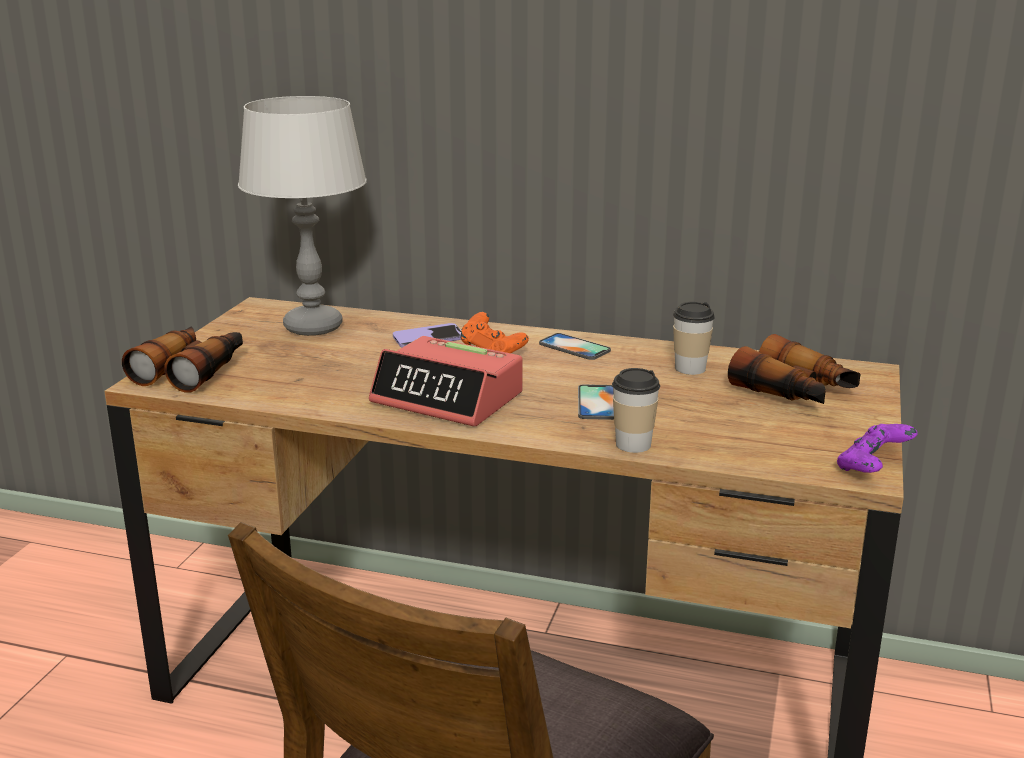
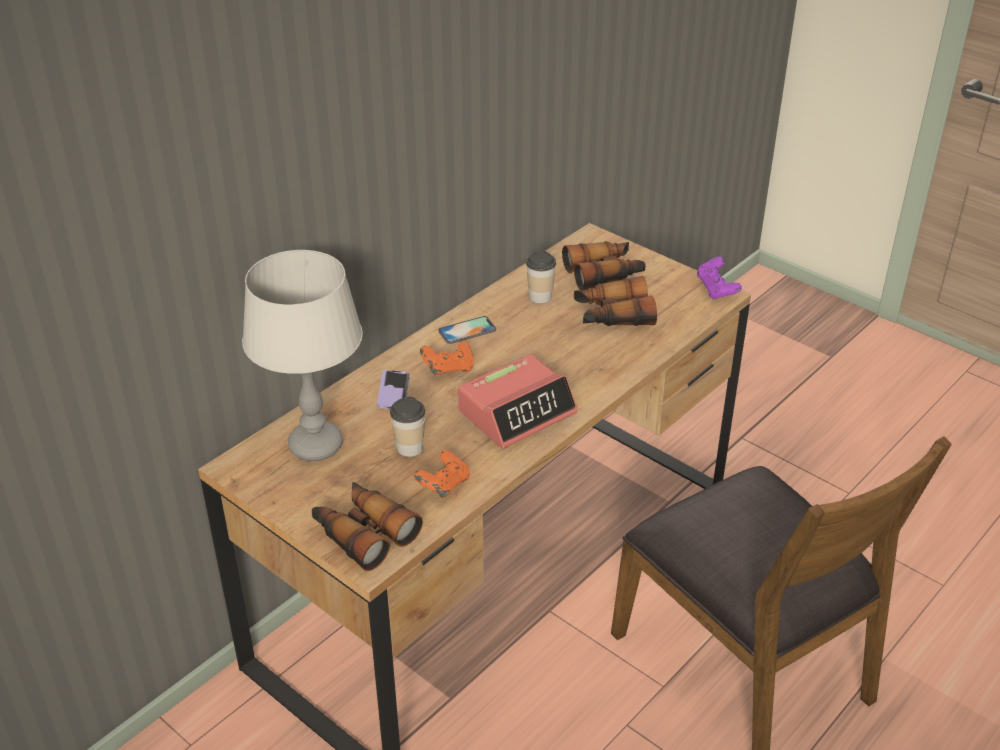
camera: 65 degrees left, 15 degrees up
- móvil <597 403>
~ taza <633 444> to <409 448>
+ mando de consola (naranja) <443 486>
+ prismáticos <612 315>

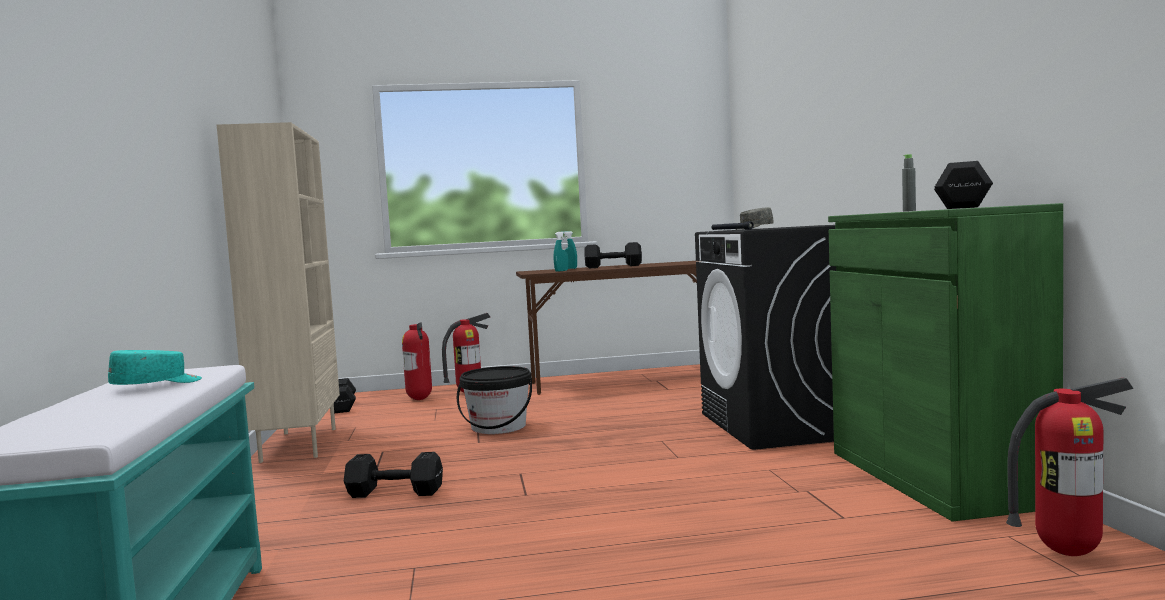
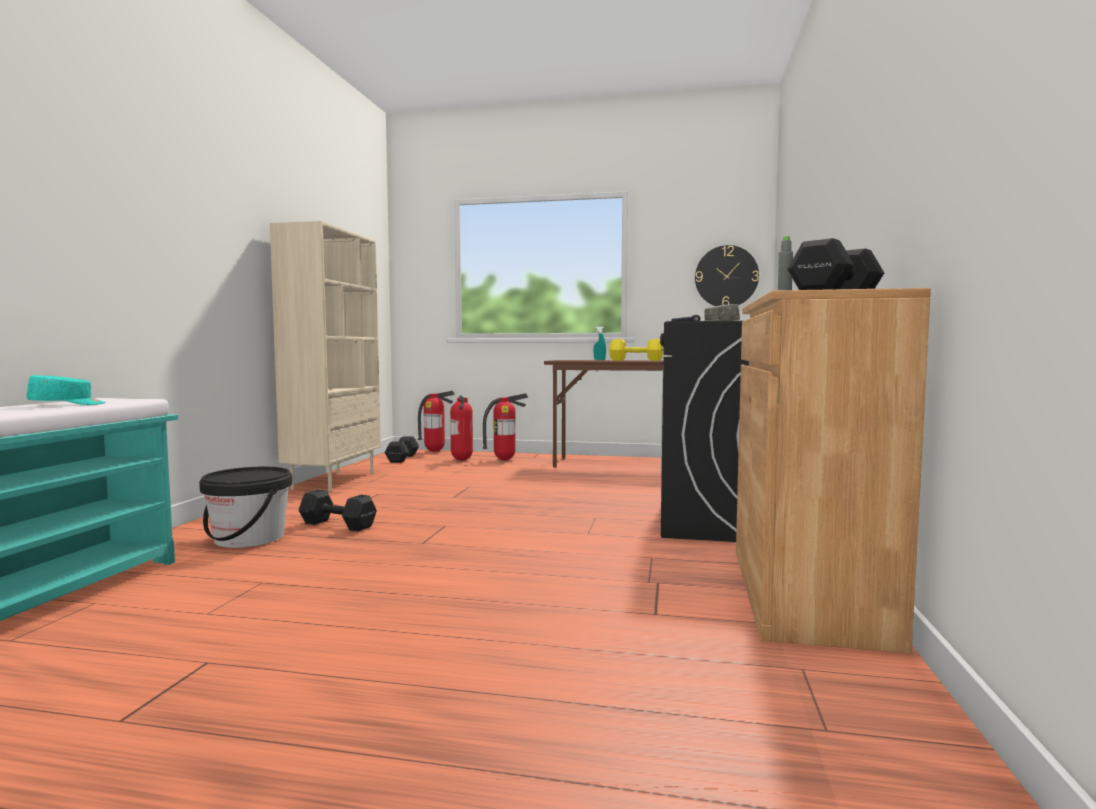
camera: 20 degrees right, 0 degrees up
~ cubo (negro) <498 427> to <249 538>
- pulverizador (turquesa) <561 271>
~ mancuerna (negro) <612 266> to mancuerna (amarillo) <635 360>
~ armario (verde) <934 477> to armario (marrón) <806 594>
~ extintor <1067 552> to <435 451>
+ reloj de pared <726 276>

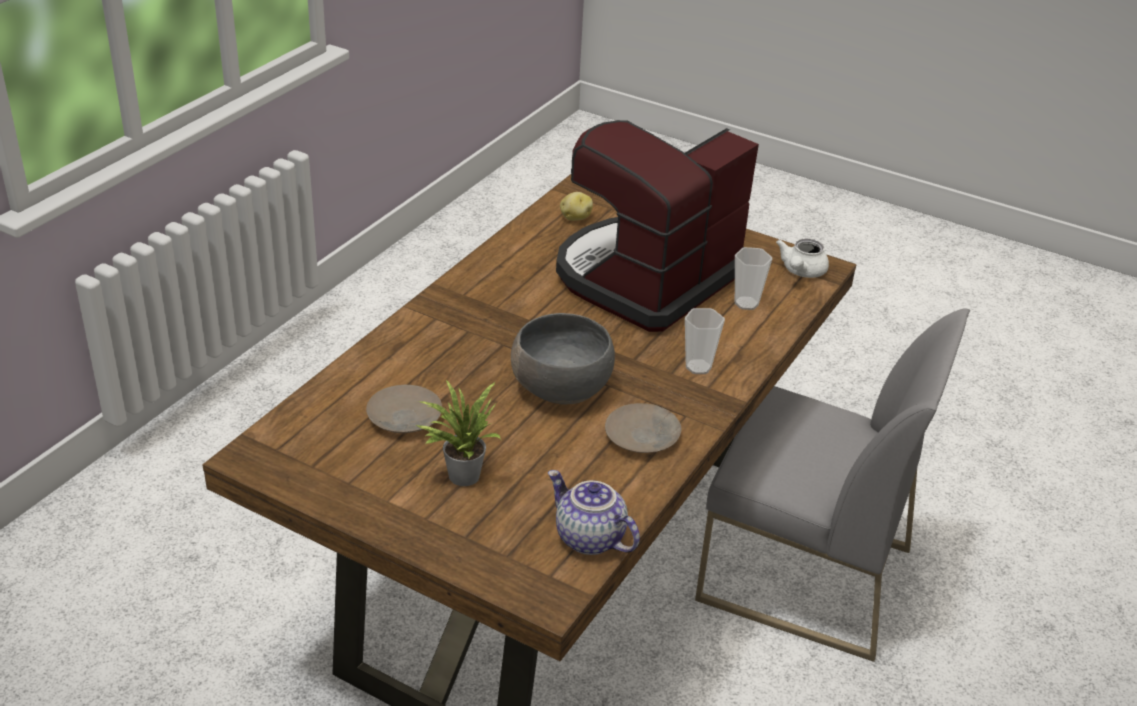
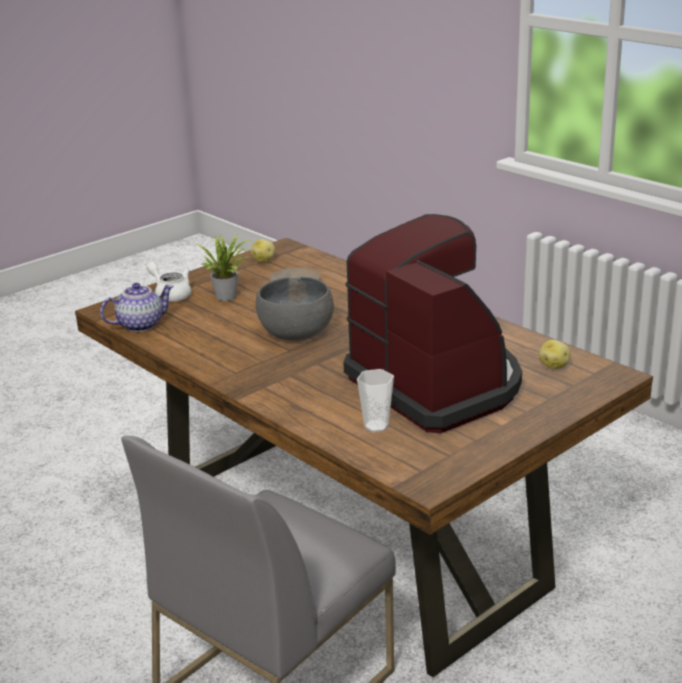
camera: 110 degrees right, 10 degrees down
- plato (beis) <643 436>
- taza <698 367>
~ tetera (blanco) <801 272> to <170 295>
+ patata <264 260>

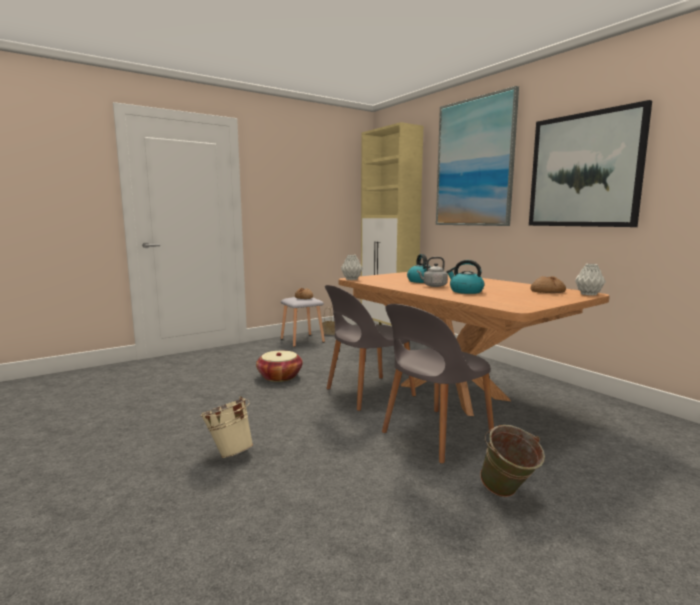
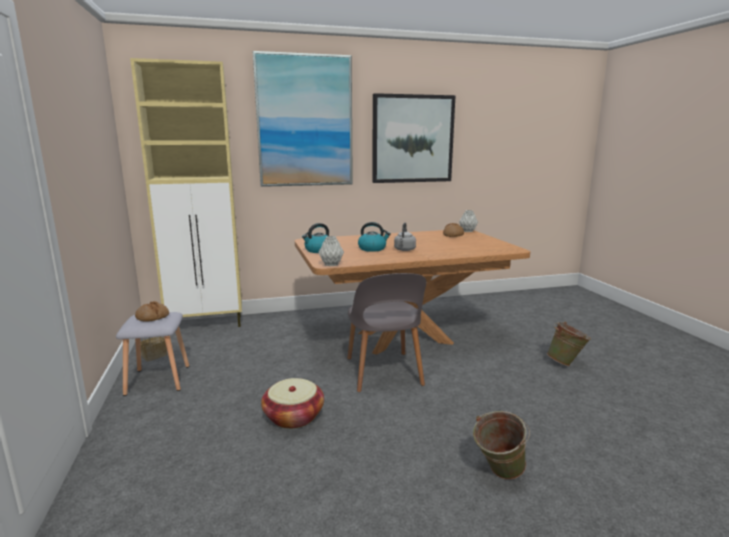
camera: 70 degrees left, 5 degrees up
~ cubo (beis) <229 452> to cubo (verde) <498 474>
- silla (gris) <435 435>
~ hervidor <465 291> to <318 250>

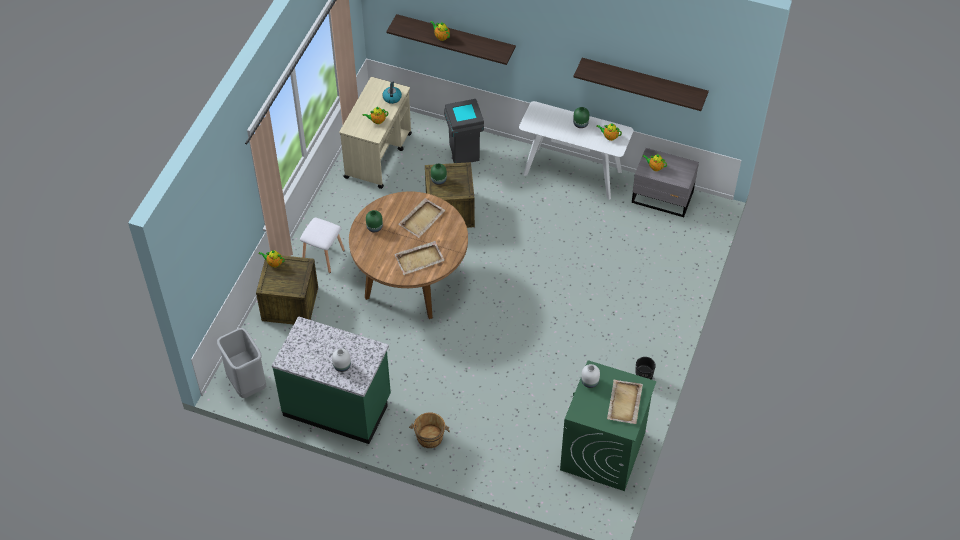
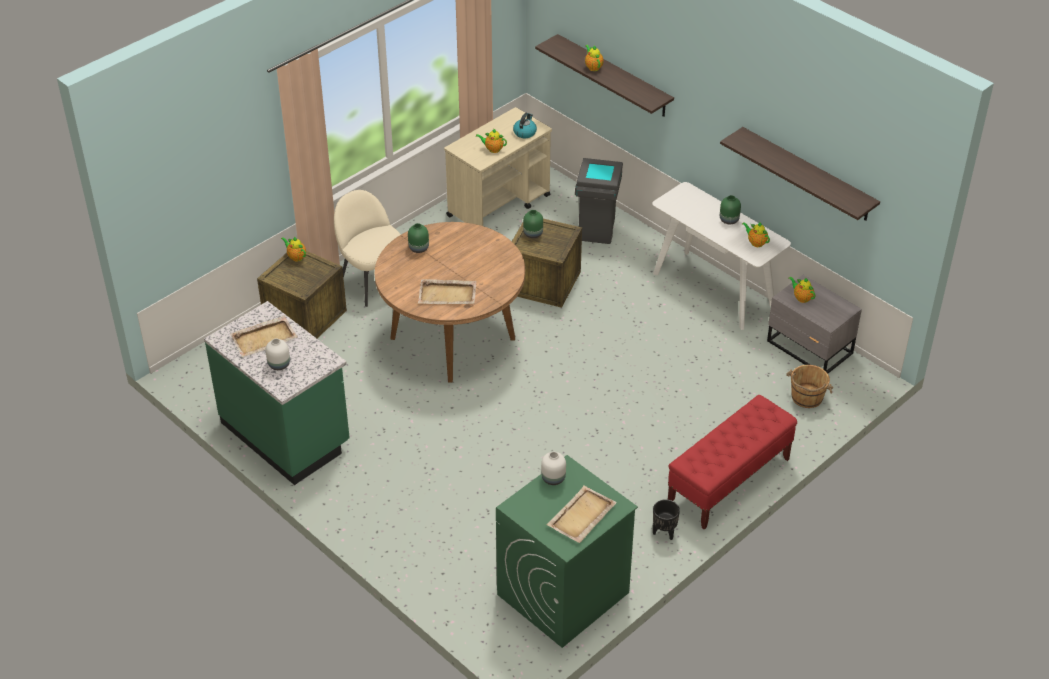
camera: 25 degrees right, 10 degrees down
- papelera (gris) <246 384>
~ taburete (blanco) <323 255> to silla (beis) <373 282>
~ bandeja (beis) <422 218> to <264 338>
~ cubo (marrón) <429 438> to <806 397>
+ banco (rojo) <728 481>

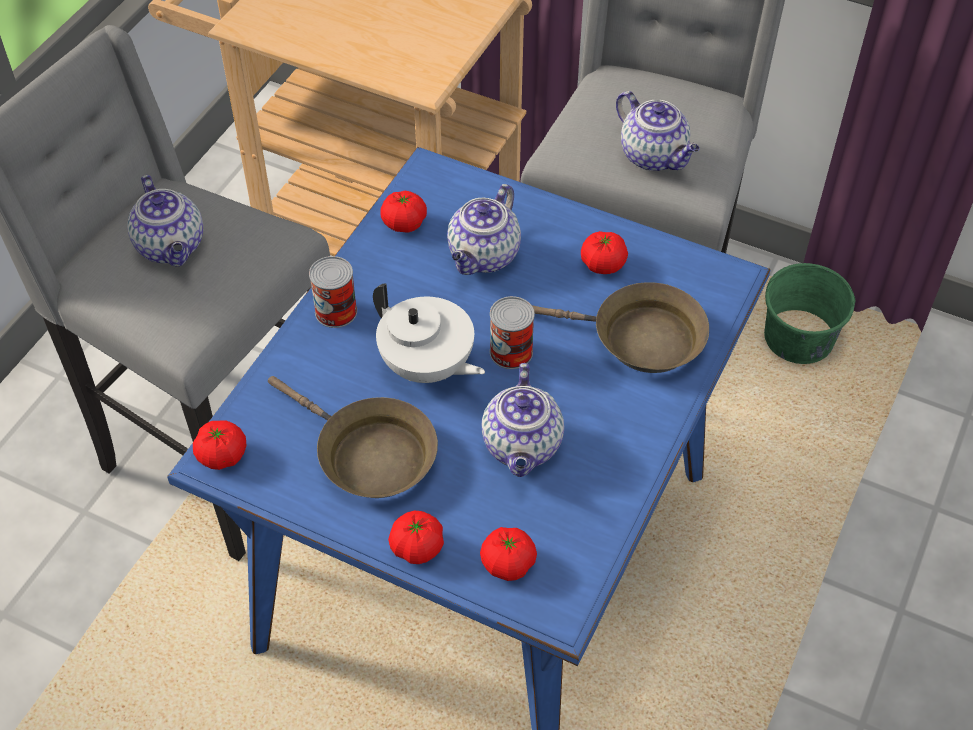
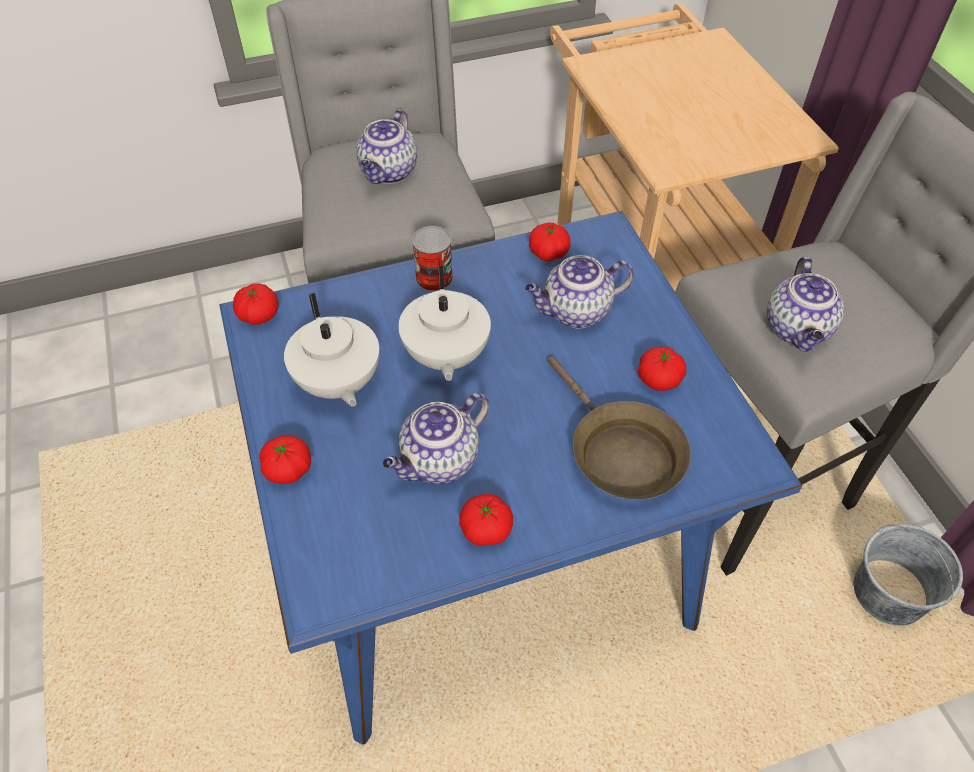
camera: 45 degrees right, 0 degrees up
~ sartén (marrón) <368 454> to tetera (blanco) <338 383>
~ tomate <508 563> to <486 529>
- lata <511 352>
~ cubo (verde) <799 338> to cubo (gris) <889 593>

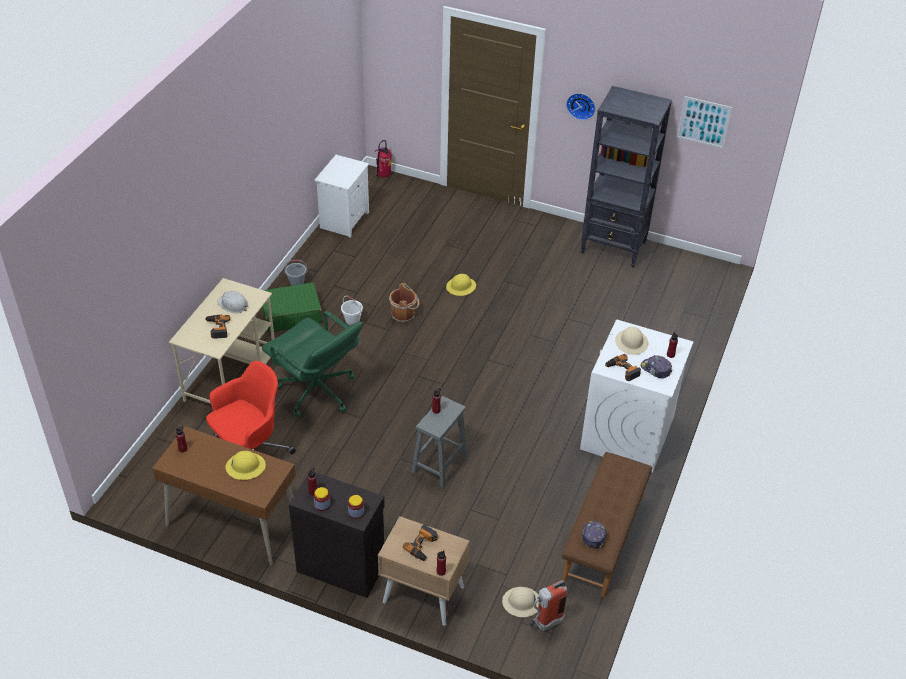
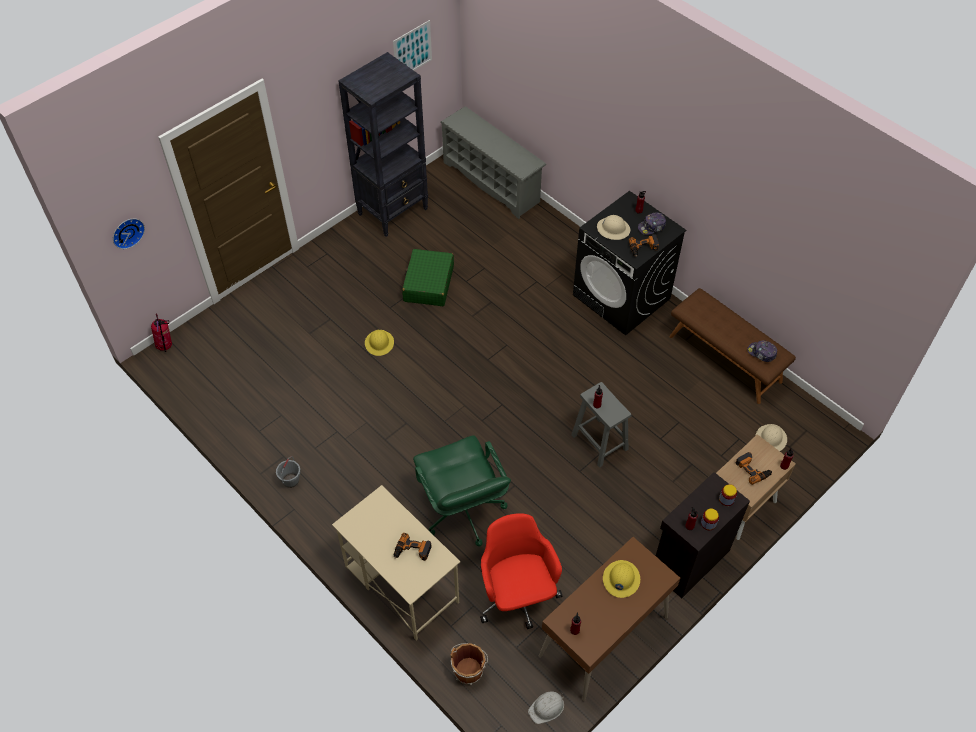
camera: 65 degrees left, 10 degrees up
~ casco (blanco) <233 304> to <547 708>
~ maleta (verde) <291 314> to <428 284>
~ silla de oficina (verde) <317 392> = <462 512> 90 degrees clockwise
- mesita de noche (blanco) <344 220>
- cubo (blanco) <352 320>
~ cubo (marrón) <404 315> to <469 669>
- extintor <544 624>
~ reloj de pared <581 105> to <127 232>
~ lavadora (blanco) <627 433> to lavadora (negro) <622 297>
+ zapatero (gris) <492 182>

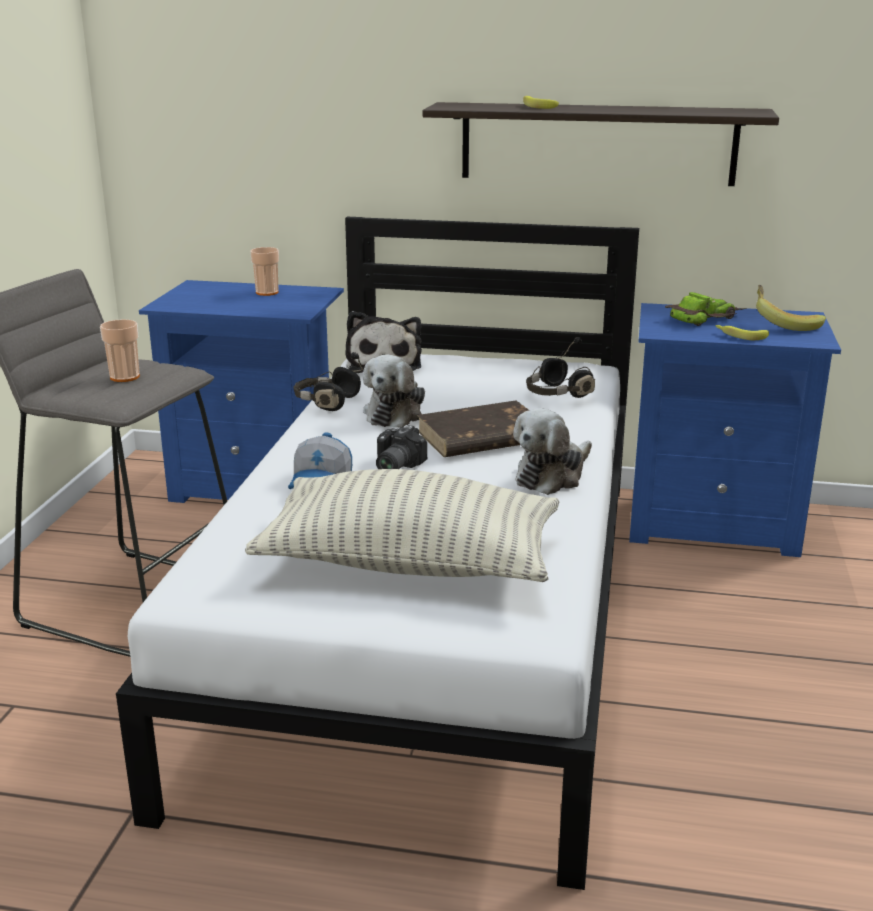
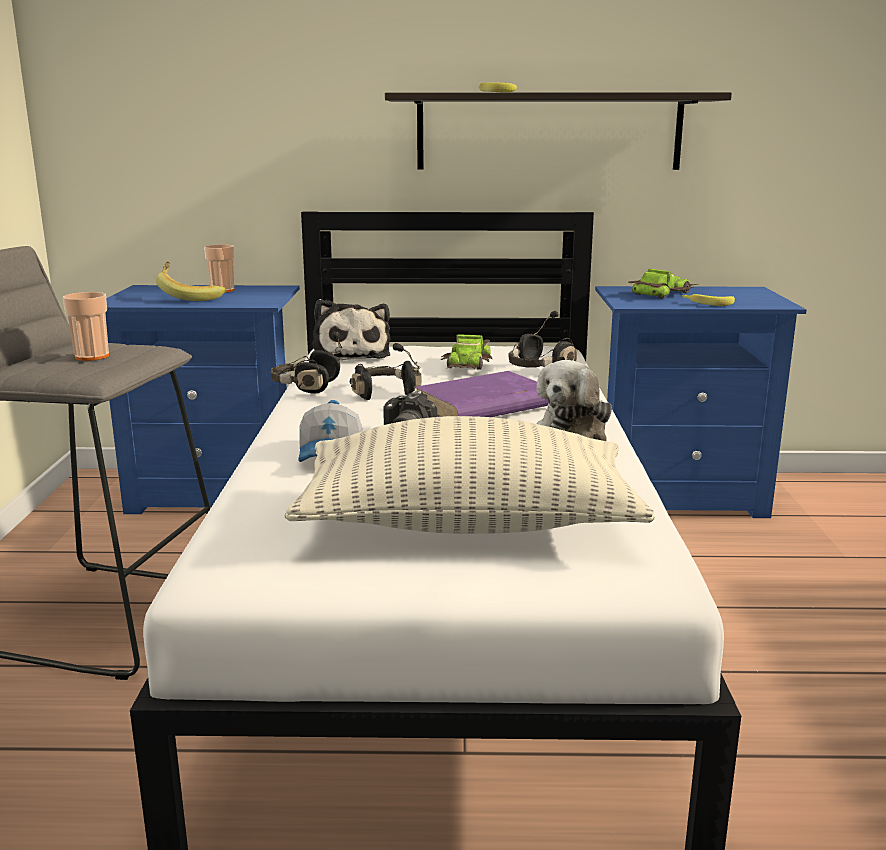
camera: 10 degrees left, 5 degrees down
~ peluche <395 414> to auriculares (negro) <382 393>
~ libro (marrón) <481 437> to libro (morado) <483 406>
~ plátano <784 324> to <190 297>
+ coche de juguete <468 363>

